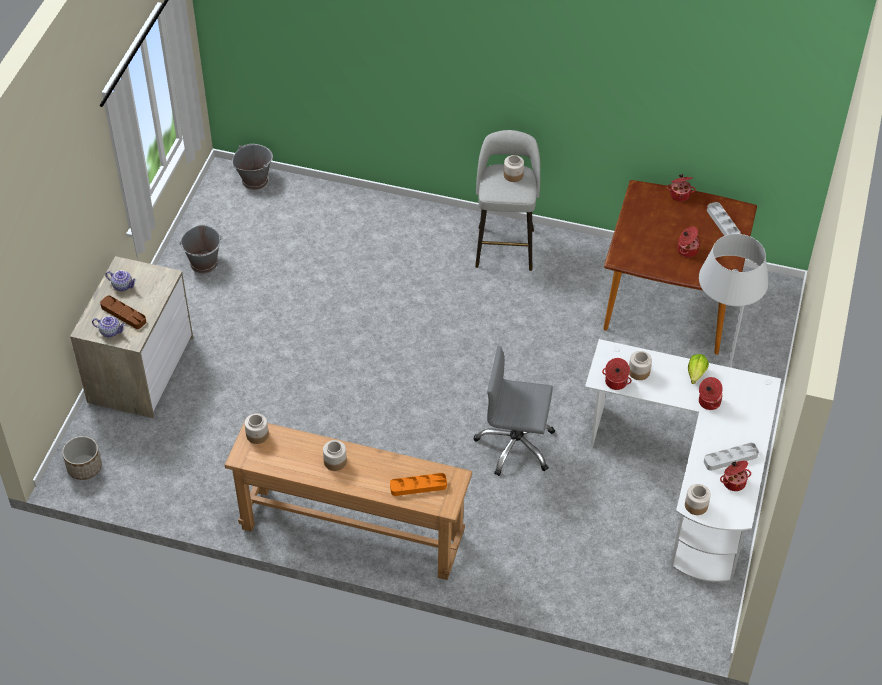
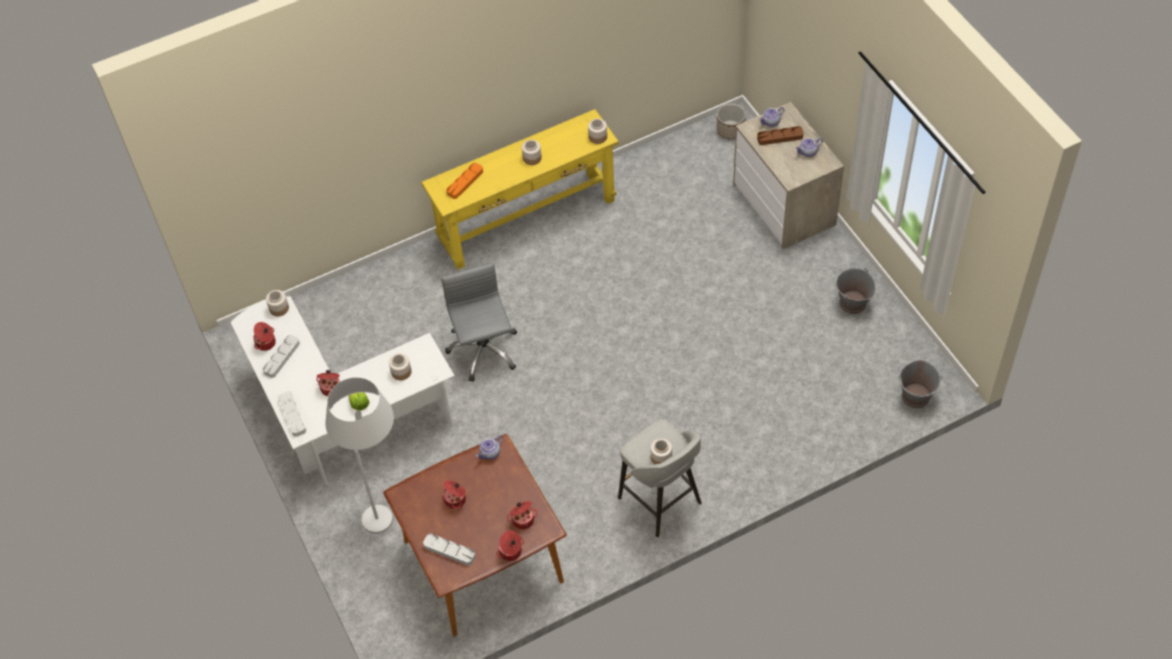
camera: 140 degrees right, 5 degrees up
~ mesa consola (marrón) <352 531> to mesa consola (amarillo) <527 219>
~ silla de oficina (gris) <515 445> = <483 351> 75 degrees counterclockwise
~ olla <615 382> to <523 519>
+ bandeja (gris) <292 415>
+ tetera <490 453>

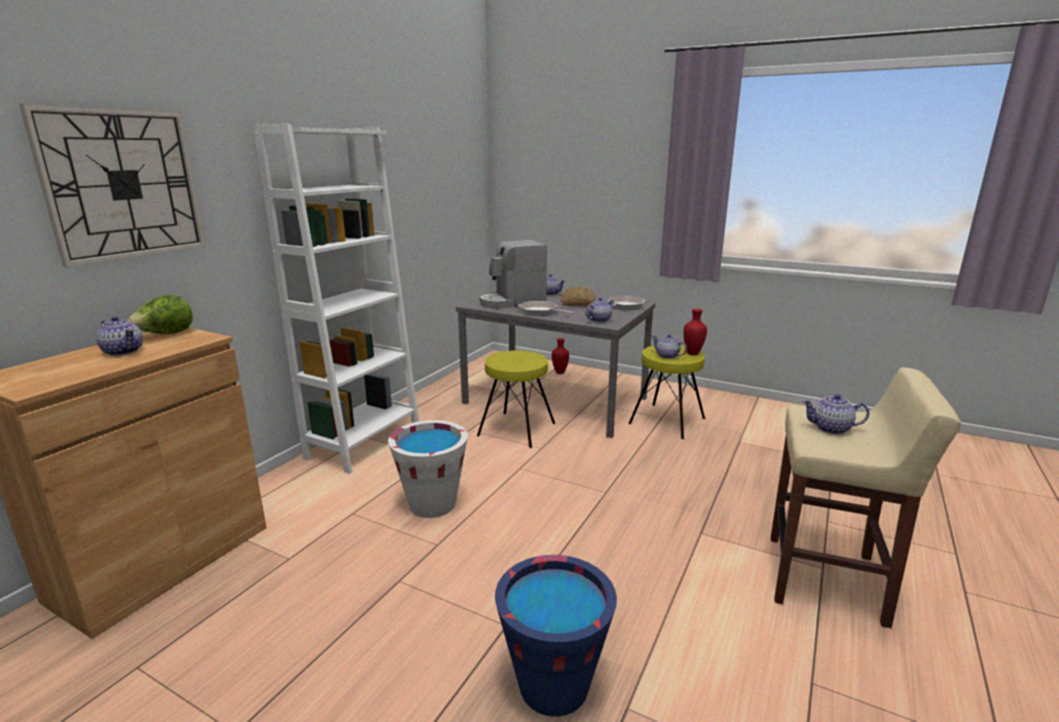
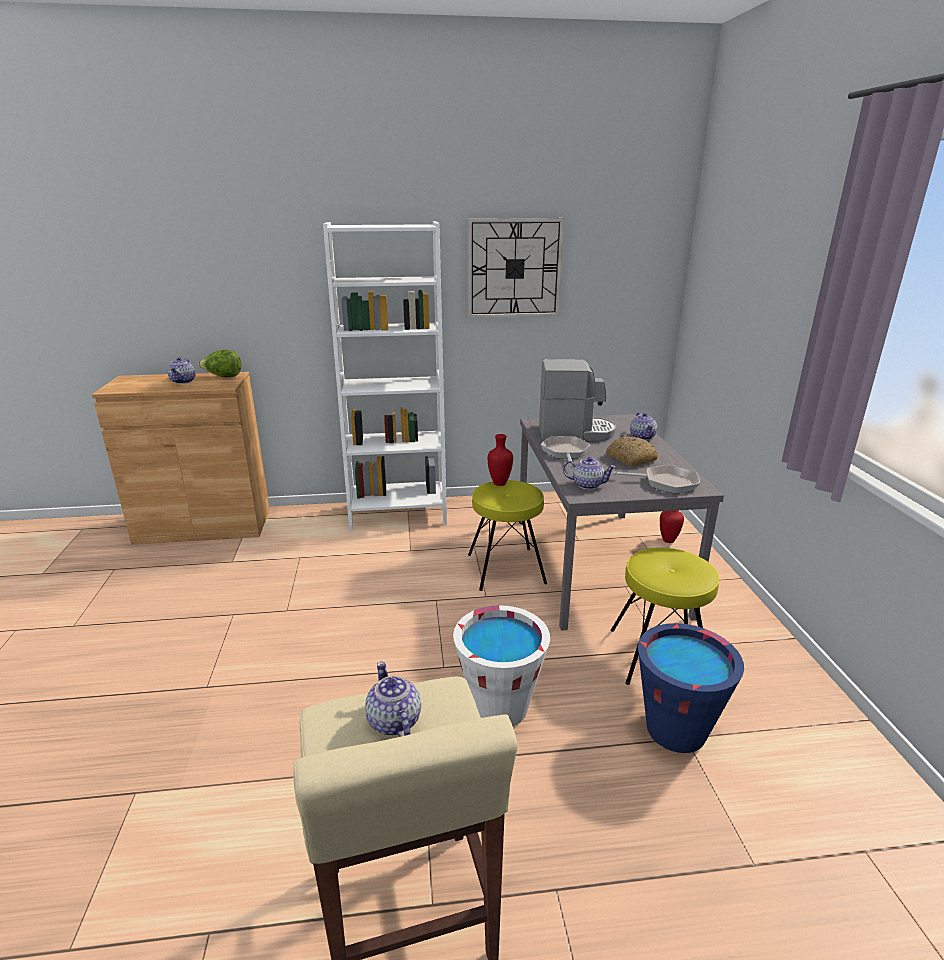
camera: 55 degrees right, 5 degrees up
~ reloj de pared <123 185> to <514 268>
~ cubo (blanco) <432 504> to <499 707>
~ cafetera <512 302> = <575 432> 150 degrees clockwise
~ cubo (azul) <553 685> to <676 729>
- tetera <667 356>
~ florero (rojo) <692 353> to <500 483>

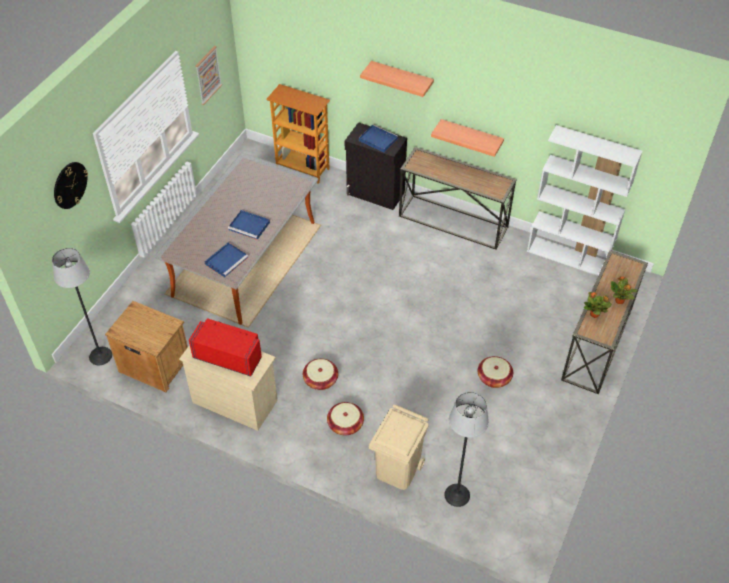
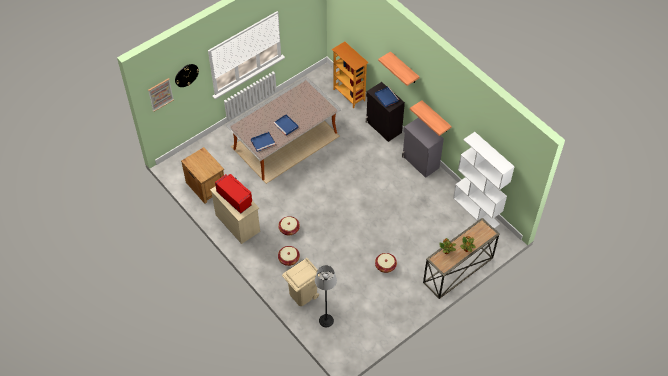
camera: 25 degrees right, 5 degrees up
- lámpara de pie <100 355>
~ cuadro <208 75> to <160 94>
~ mesa consola <453 221> to armario (gris) <420 162>

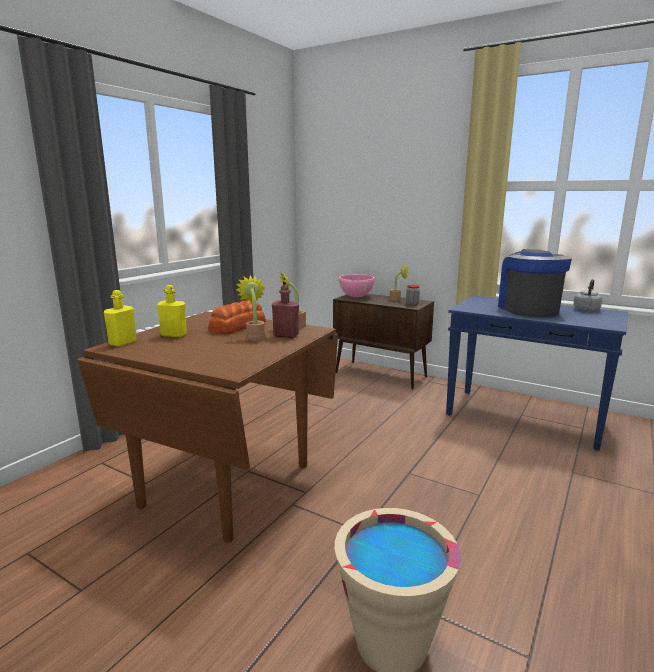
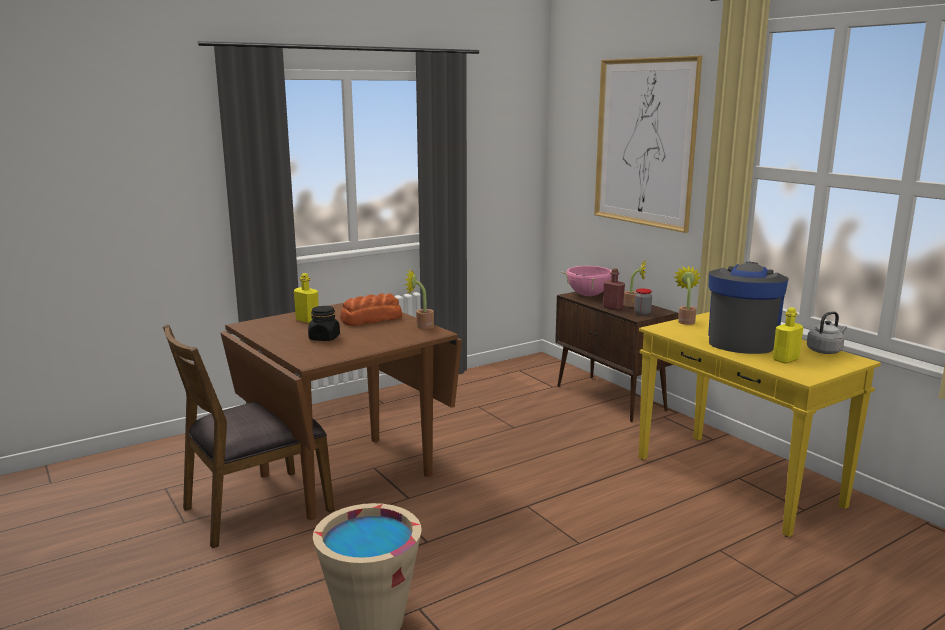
camera: 25 degrees right, 0 degrees up
~ botella (amarillo) <122 343> to <785 359>
~ planta en maceta <255 337> to <686 321>
~ botella (rojo) <286 335> to <613 307>
~ mesa consola (azul) <525 418> to mesa consola (amarillo) <739 482>
+ silla (marrón) <256 508>
+ tarro (negro) <324 338>
+ cuadro <644 142>

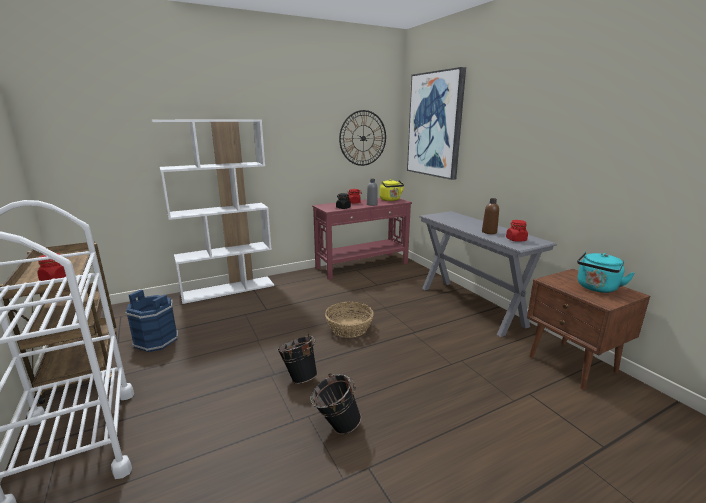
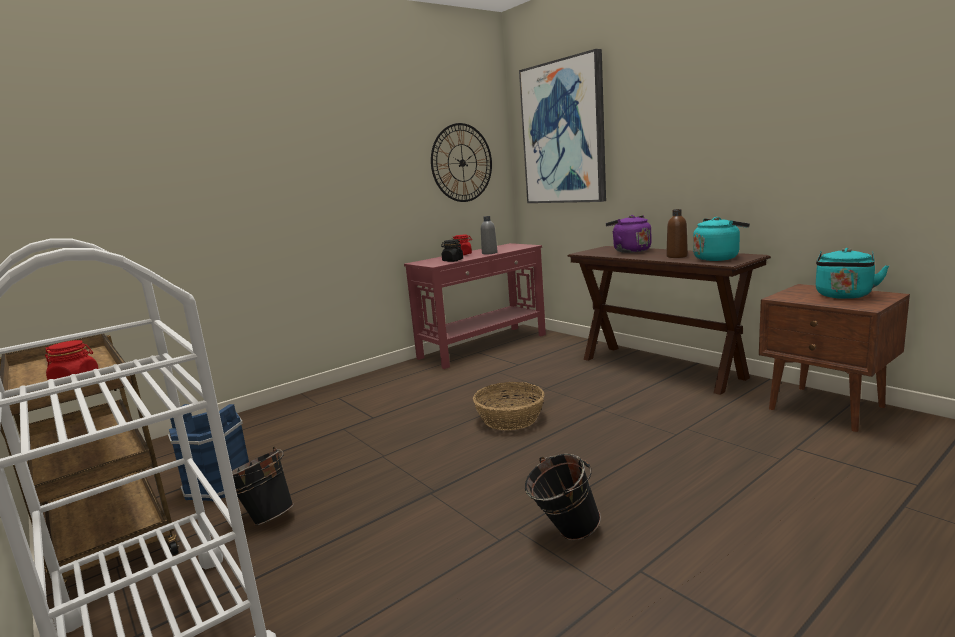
camera: 10 degrees left, 5 degrees down
- estantería (blanco) <228 289>
~ cubo (negro) <299 377> to <266 516>
- hervidor (amarillo) <390 200>
~ mesa consola (gris) <470 306> to mesa consola (marrón) <660 368>
~ tarro (rojo) <516 239> to hervidor (turquesa) <718 258>
+ hervidor (morado) <629 251>

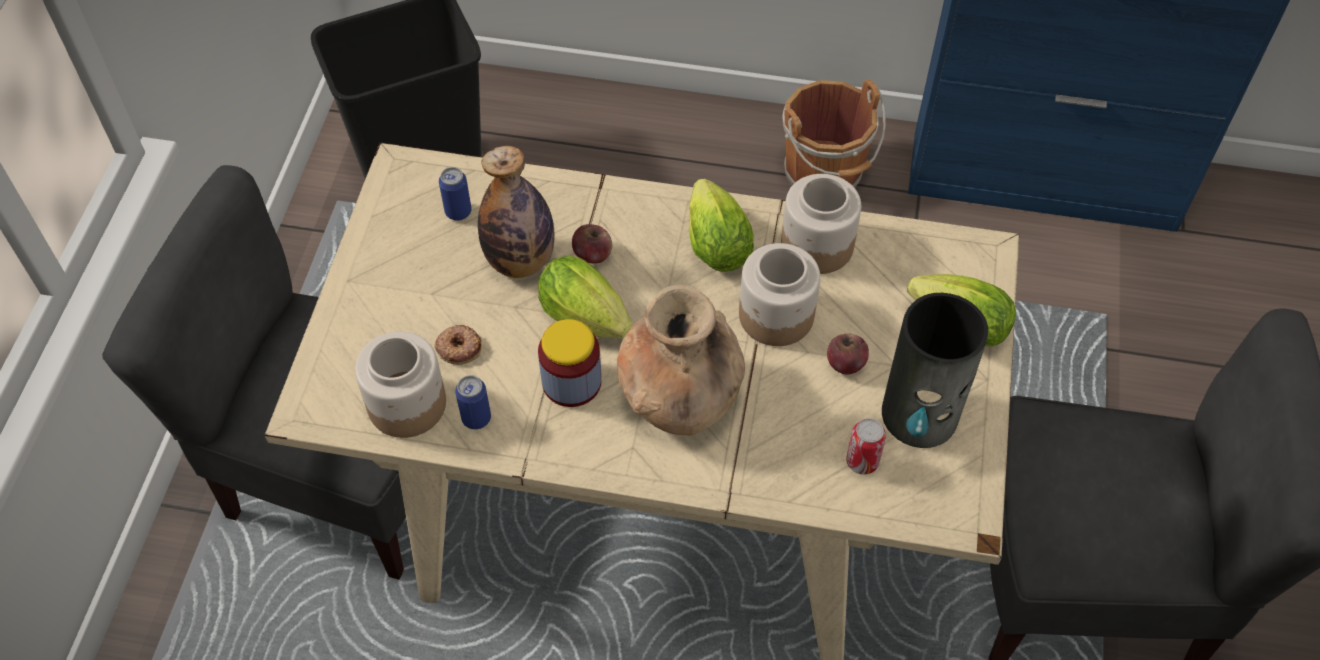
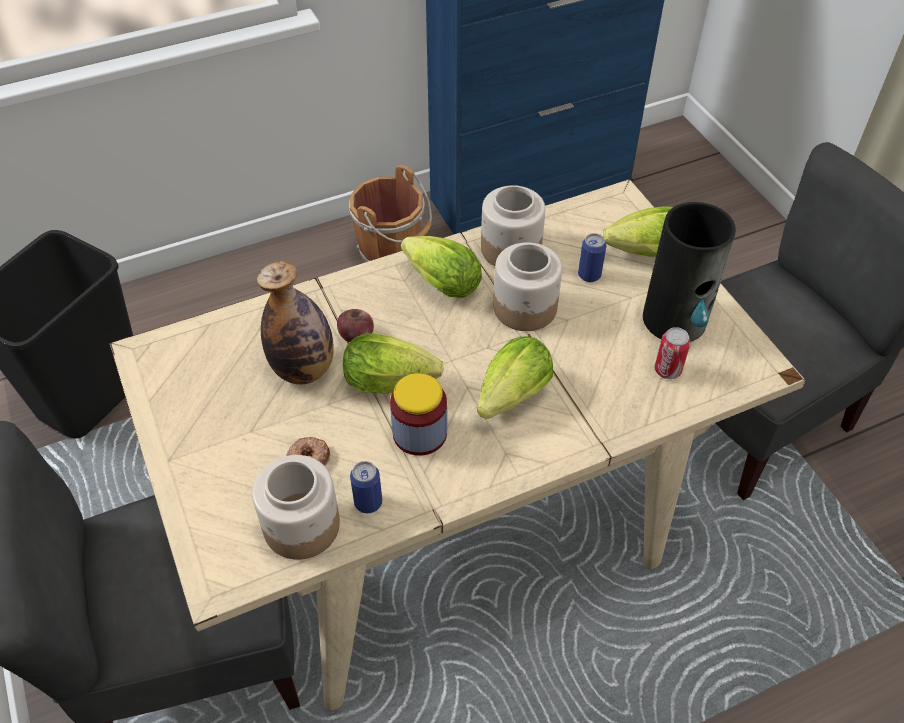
camera: 35 degrees left, 5 degrees down
~ lata <458 212> to <589 275>
~ florero (marrón) <680 399> to lechuga <509 399>
- manzana <845 363>

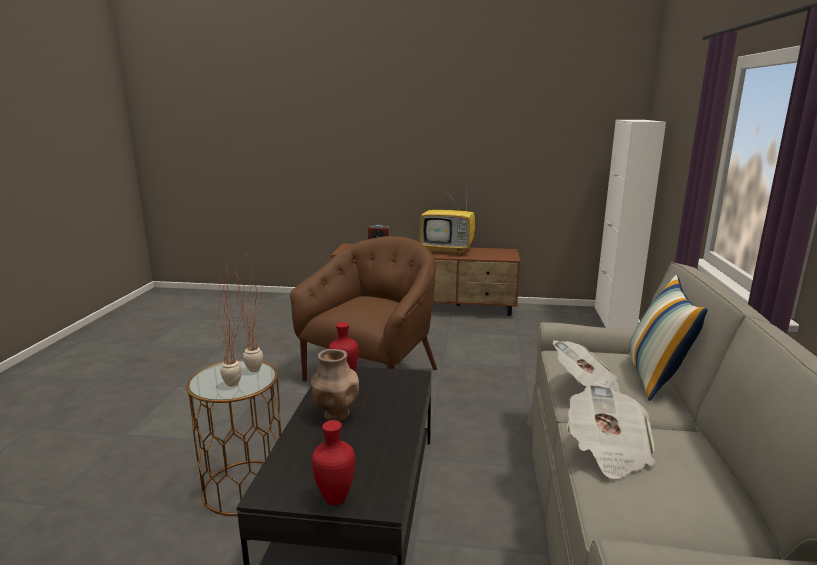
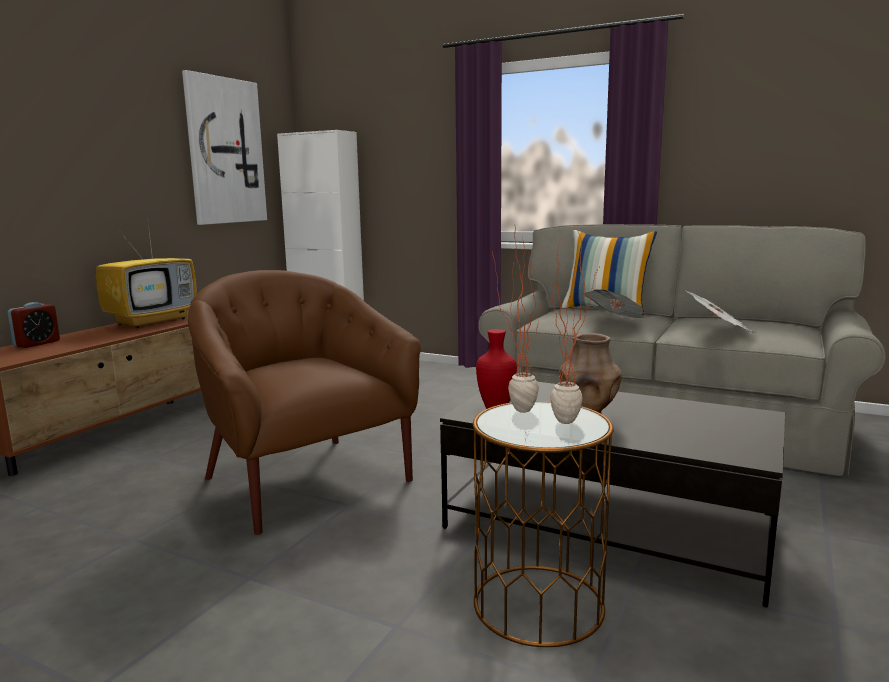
camera: 70 degrees left, 5 degrees down
- florero (rojo) <334 499>
+ cuadro <225 151>

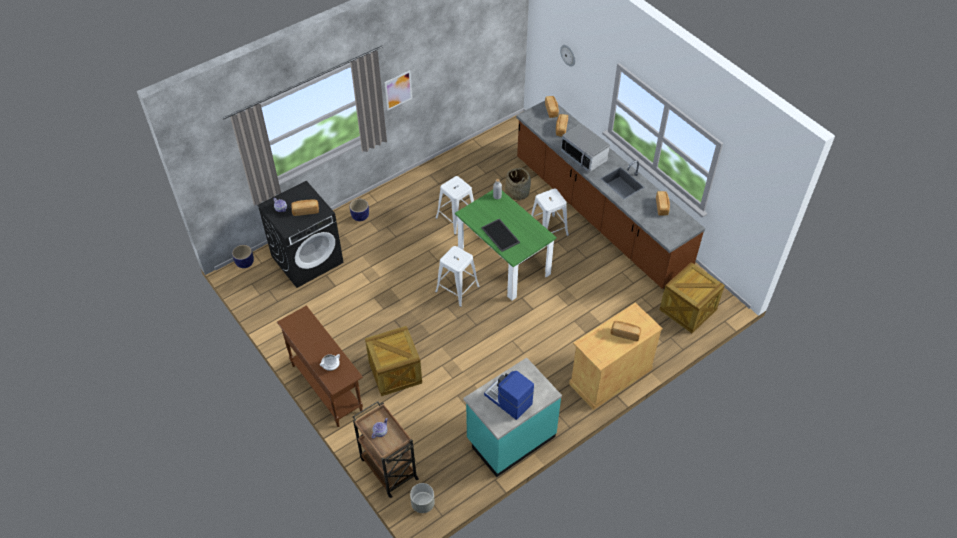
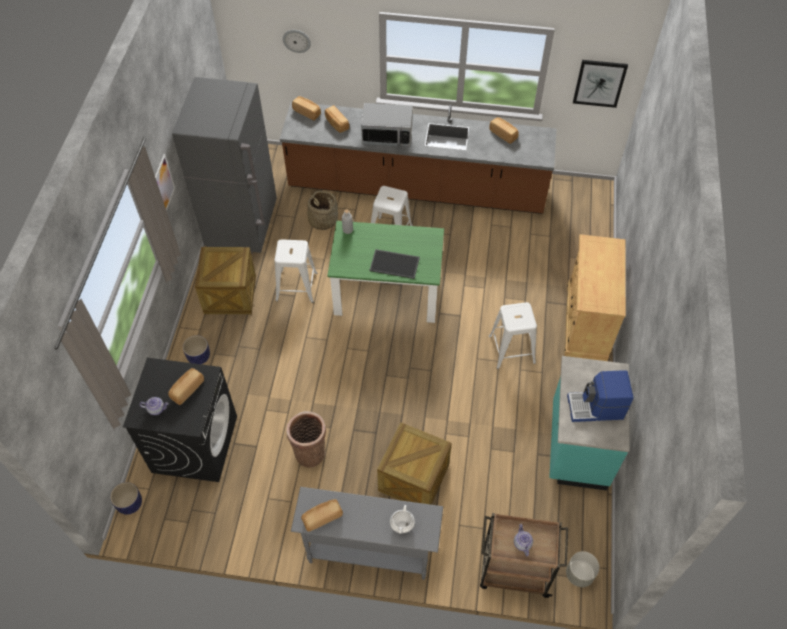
camera: 45 degrees left, 5 degrees up
~ mesa consola (marrón) <327 388> to mesa consola (gris) <369 552>
~ taburete (blanco) <457 289> to <511 349>
~ pan <625 334> to <322 517>
~ caja de embalaje <688 309> to <230 294>
+ nevera (gris) <242 225>
+ cesta <310 451>
+ cuadro <599 83>

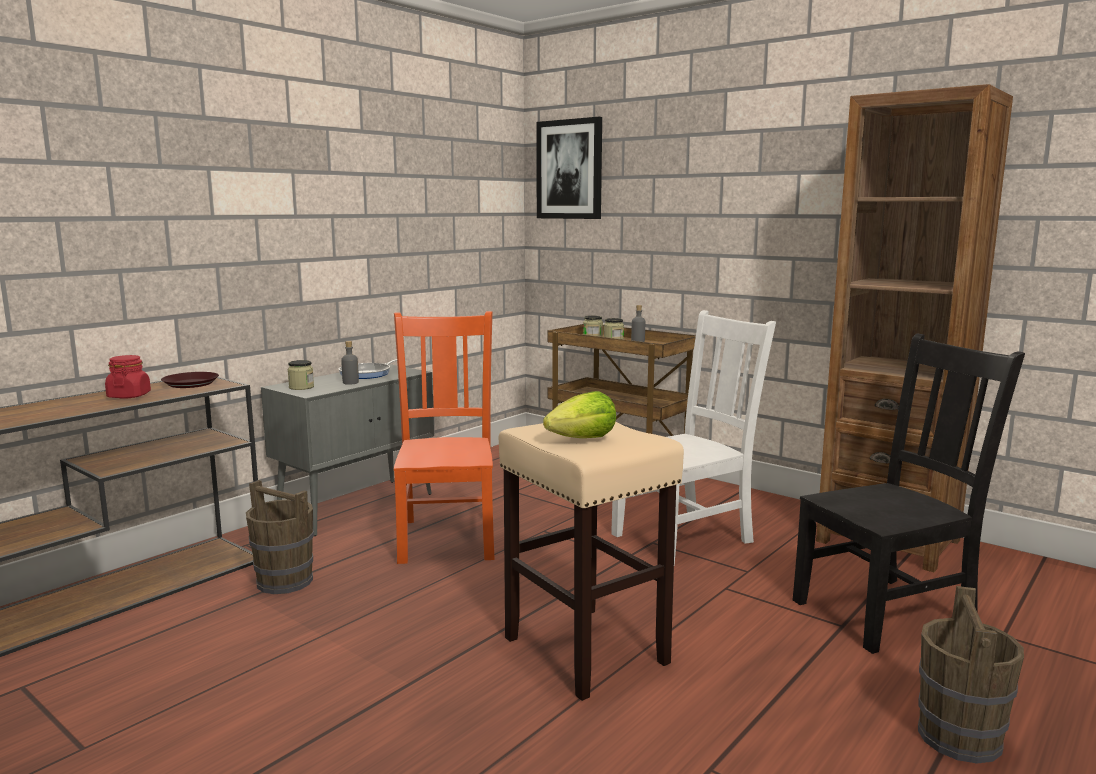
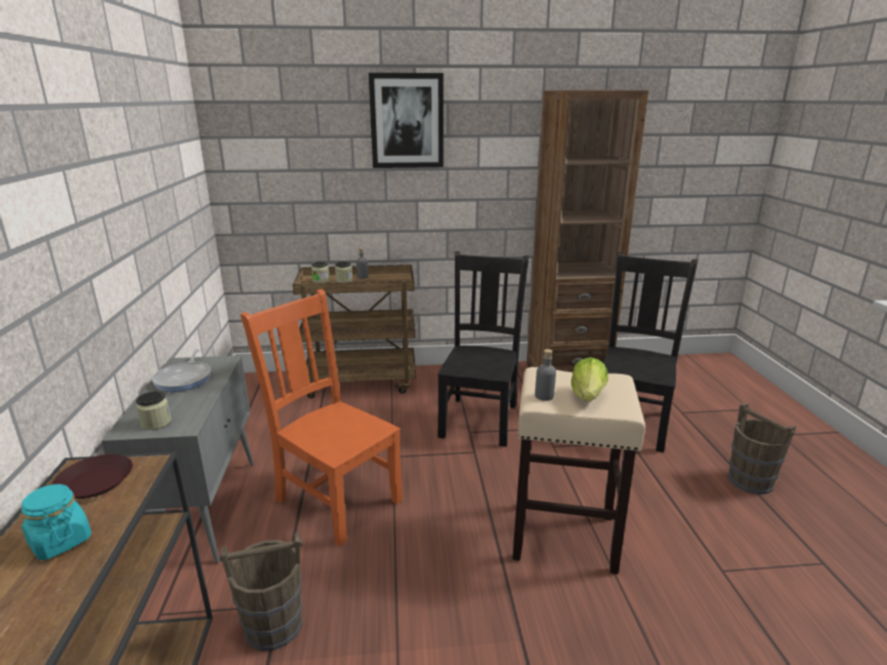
camera: 45 degrees left, 10 degrees up
~ tarro (rojo) <129 396> to tarro (turquesa) <60 541>
~ botella (gris) <350 382> to <544 396>
~ cuadro <569 169> to <407 121>
~ silla (blanco) <686 537> to silla (negro) <480 419>

